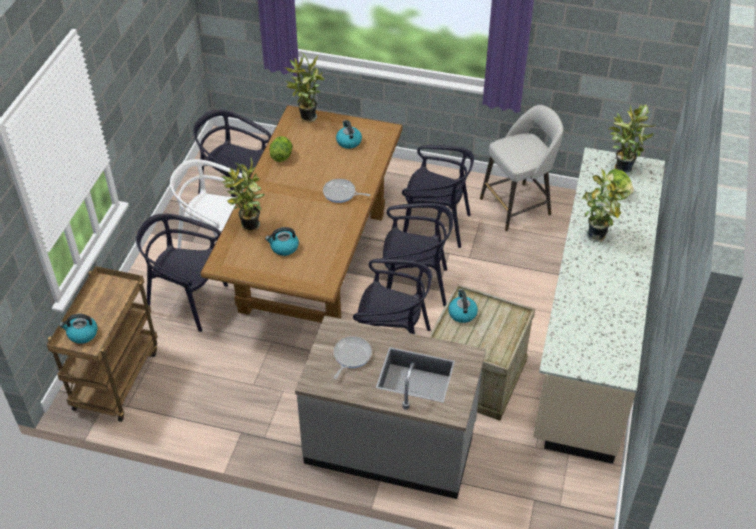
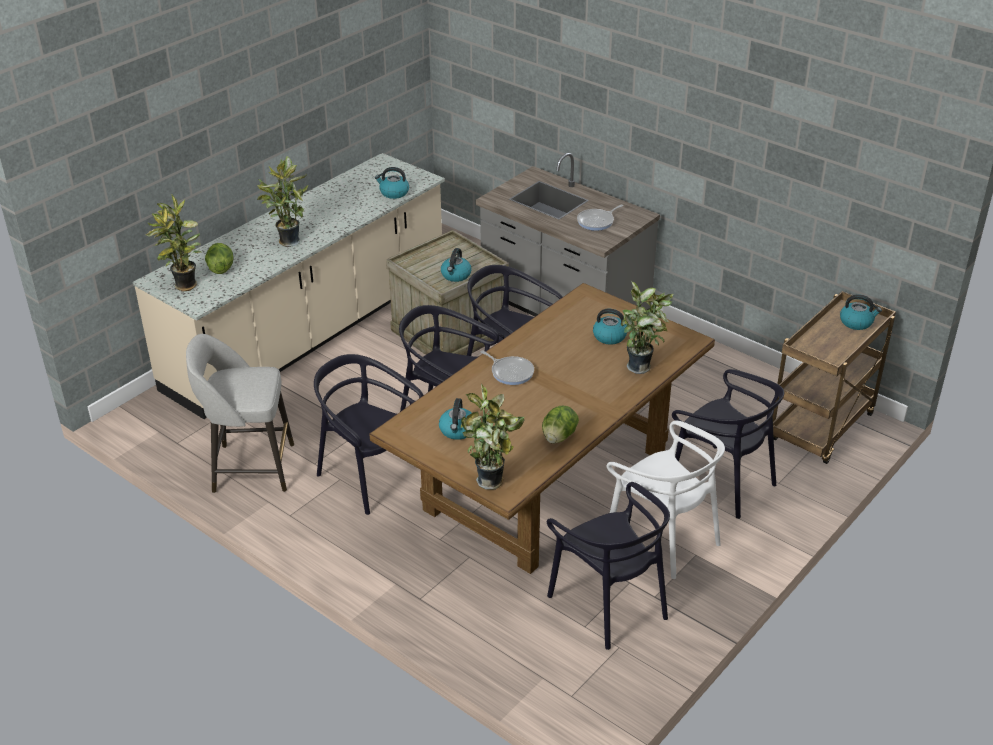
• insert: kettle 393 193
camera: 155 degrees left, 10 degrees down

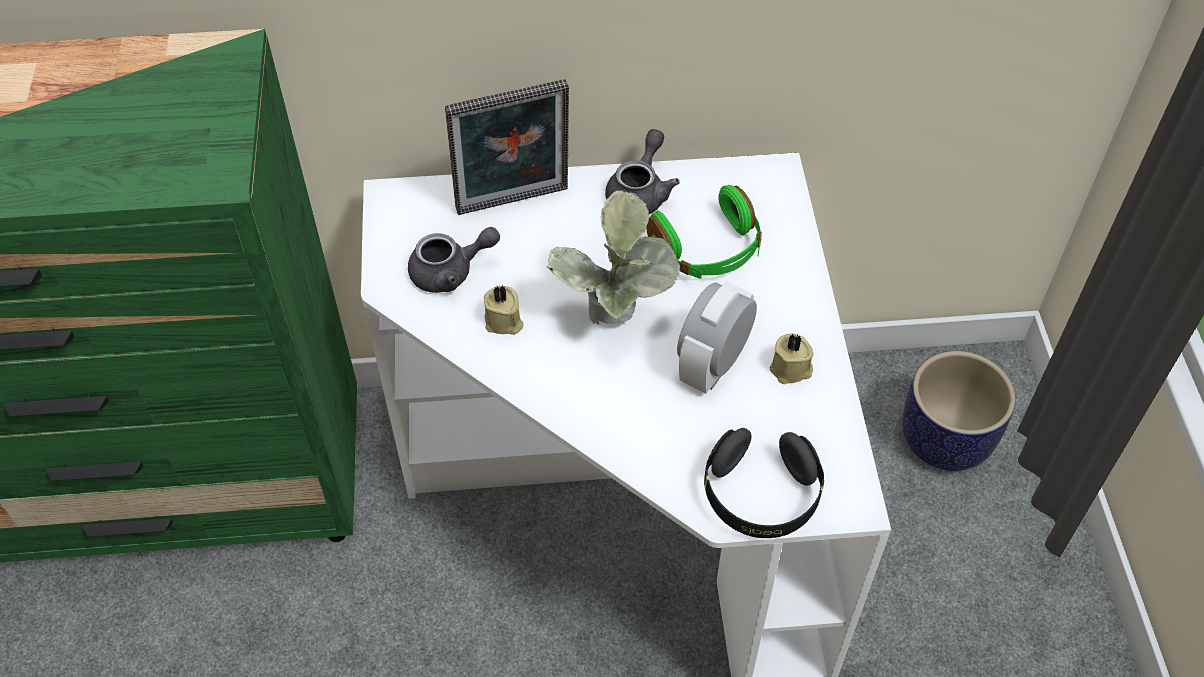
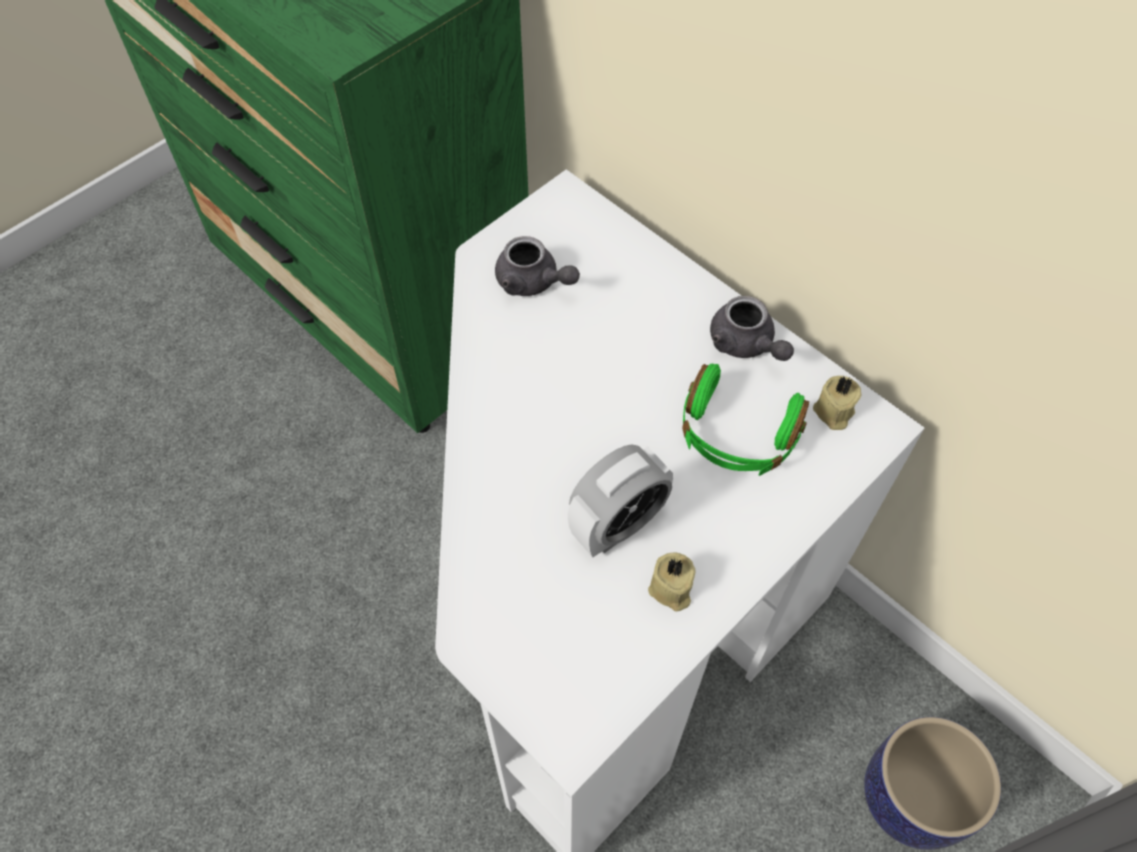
• delete: picture frame 514 204
• move: beige candle 504 322 to 833 412
• delete: potted plant 615 324
• rotate: grey teapot 640 192 = 745 345 75 degrees clockwise
• rotate: alarm clock 713 365 = 617 525 150 degrees clockwise
• delete: black headphones 761 496
camera: 50 degrees right, 5 degrees up

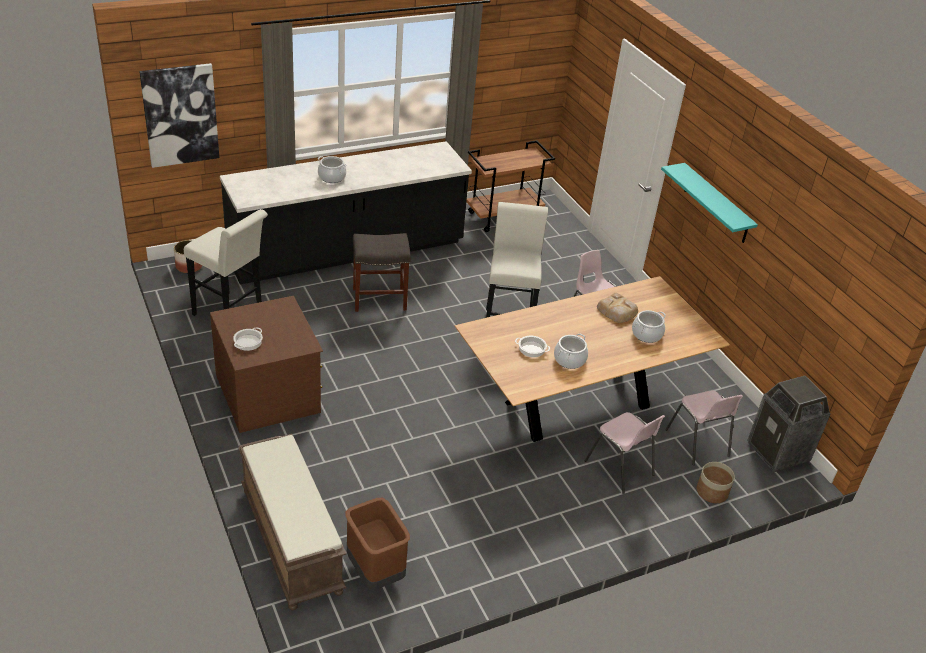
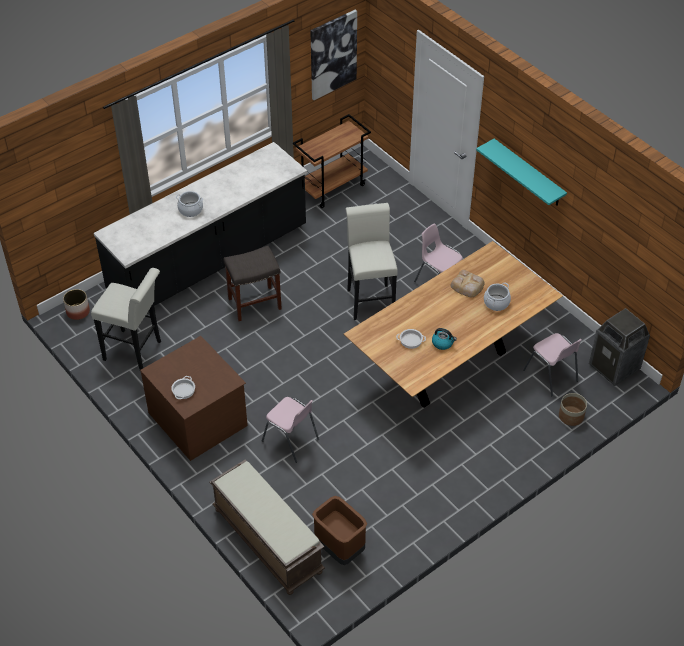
• move: picture 180 115 to 333 54
• replace: cooking pot 569 359 to kettle 443 343
• move: pink chair 620 468 to 291 440
camera: 10 degrees left, 10 degrees up

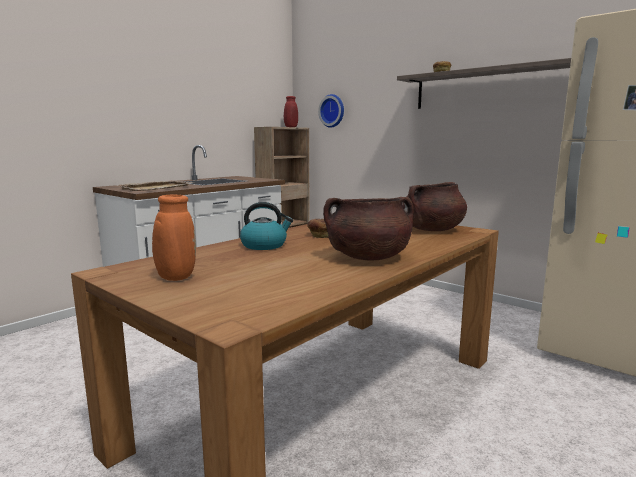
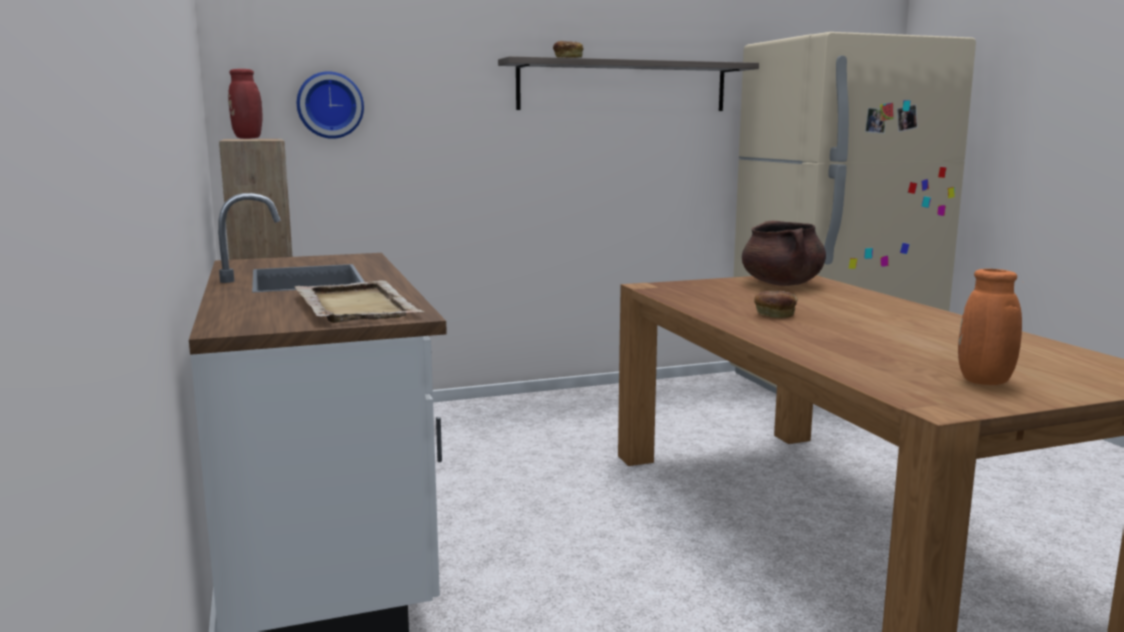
• delete: kettle 264 245
• delete: brown cooking pot 368 257
camera: 60 degrees left, 0 degrees up

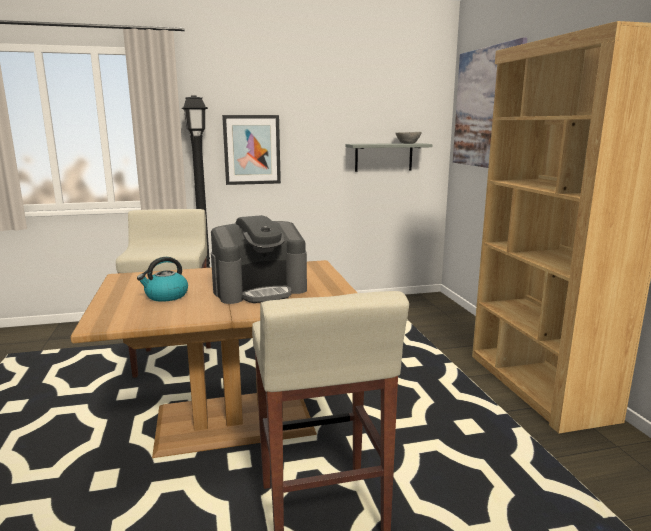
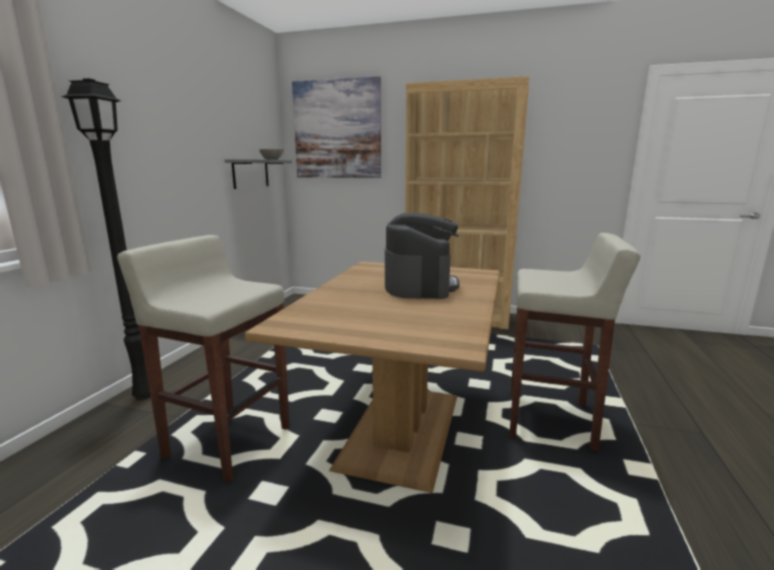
• delete: kettle 166 296
• delete: picture 252 150
camera: 60 degrees left, 0 degrees up

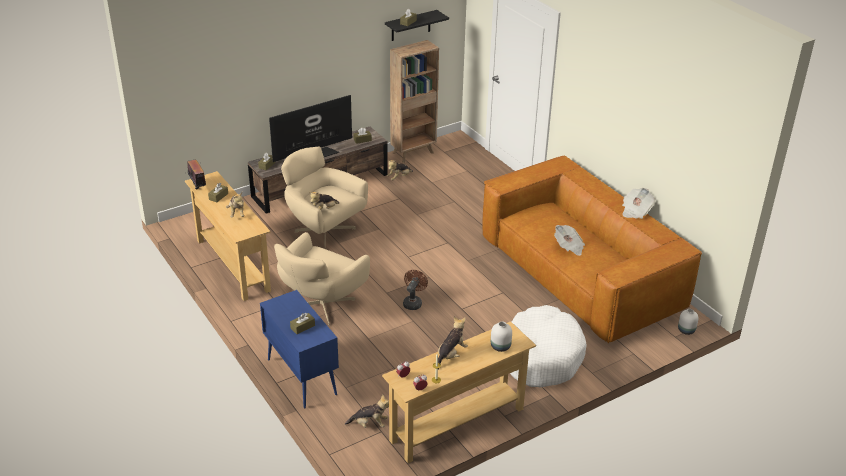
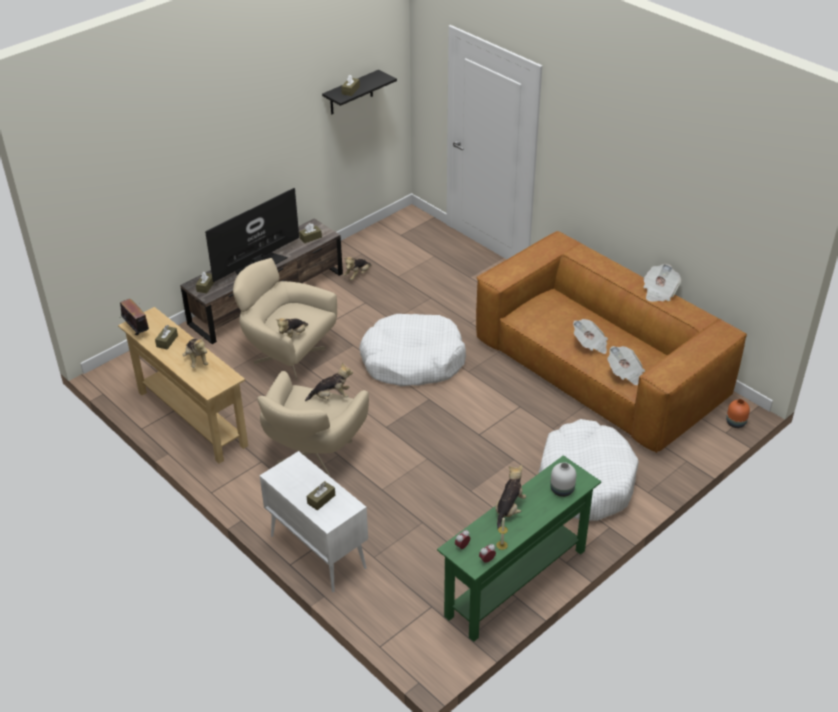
• recolor: blue cabinet 301 376 to white cabinet 317 551
• move: plush toy 369 424 to 331 397
• recolor: beige console table 457 425 to green console table 516 583
• delete: brown bookcase 414 153
• delete: brown fan 413 302
• recolor: white vase 686 330 to orange vase 736 423
• insert: white dog bed 412 361
• insert: newspaper 625 373
camera: 10 degrees left, 5 degrees up

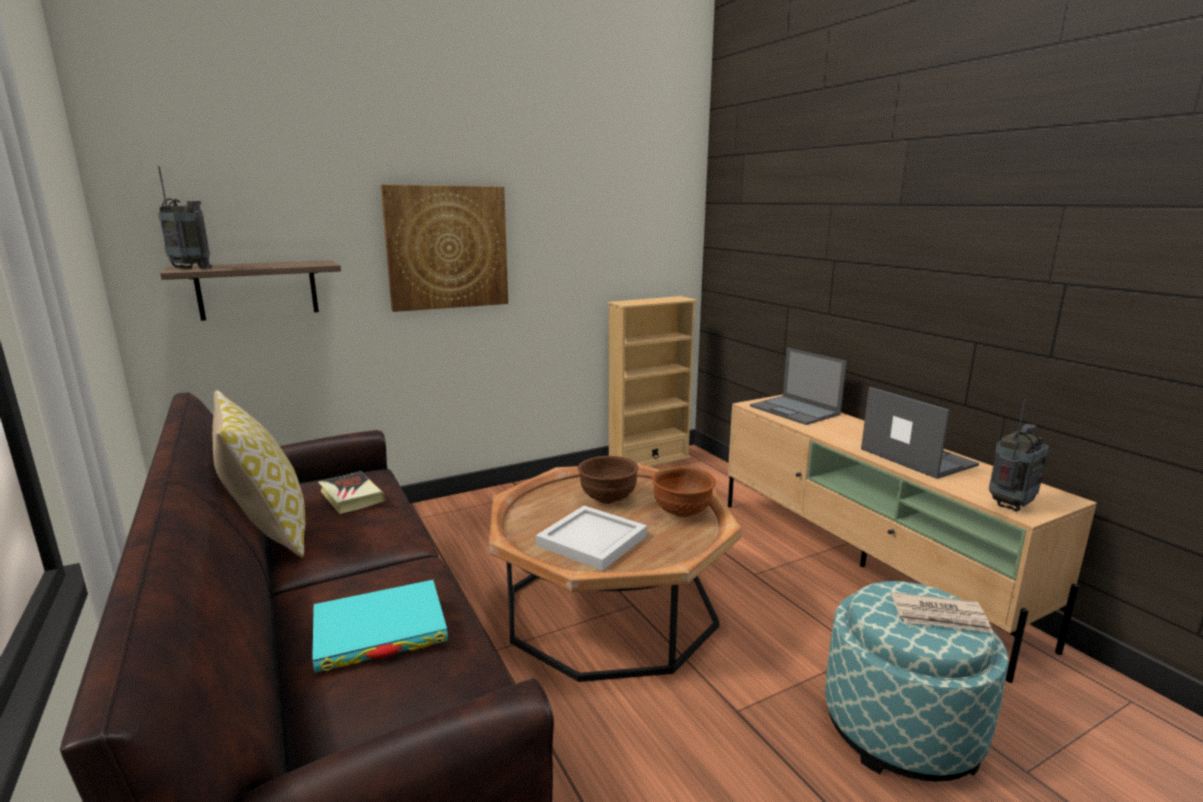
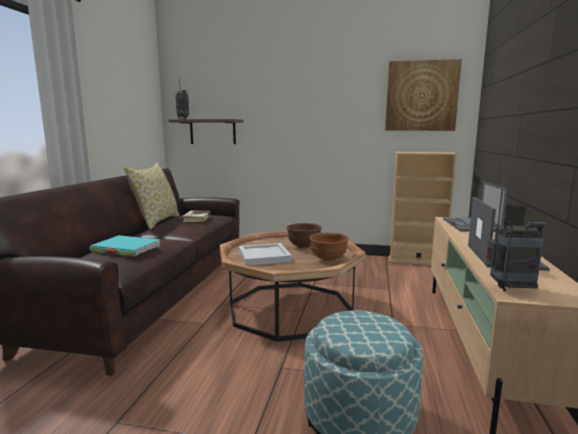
• move: picture 447 247 to 421 96
• delete: newspaper 940 616
camera: 40 degrees right, 5 degrees down

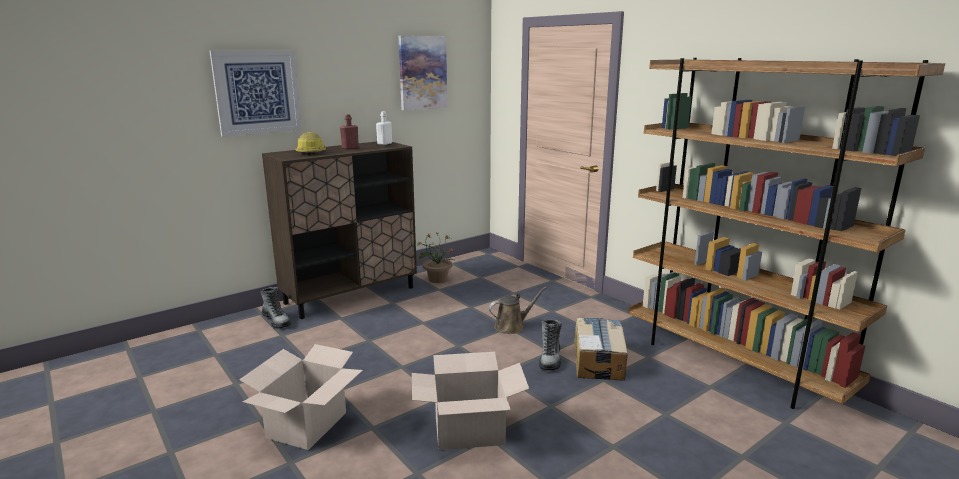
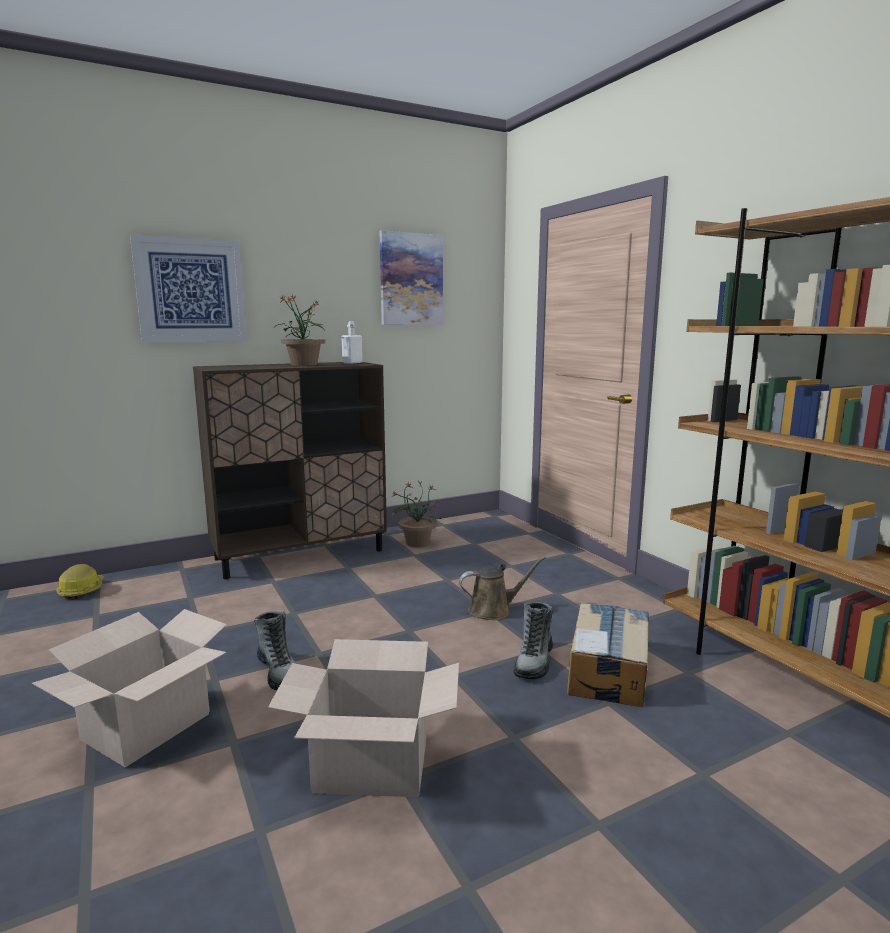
• move: boot 276 321 to 279 672
• move: hard hat 310 152 to 82 590
• replace: red bottle 350 148 to potted plant 304 364
camera: 10 degrees right, 5 degrees down

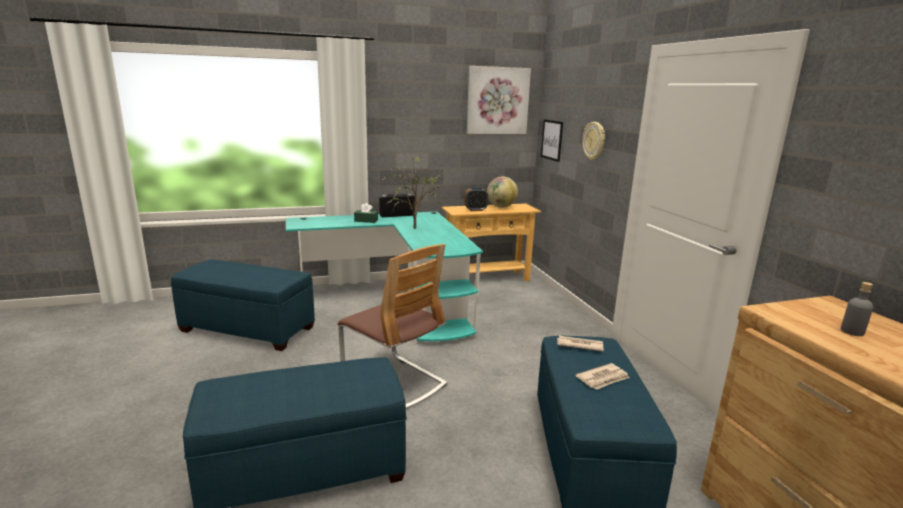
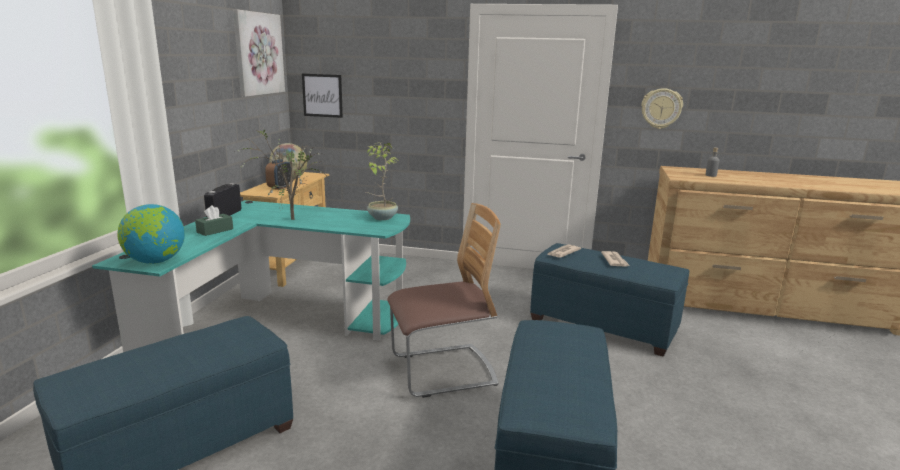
• move: wall clock 594 140 to 661 108
• insert: globe 155 261
• insert: potted plant 381 218
camera: 60 degrees left, 0 degrees up

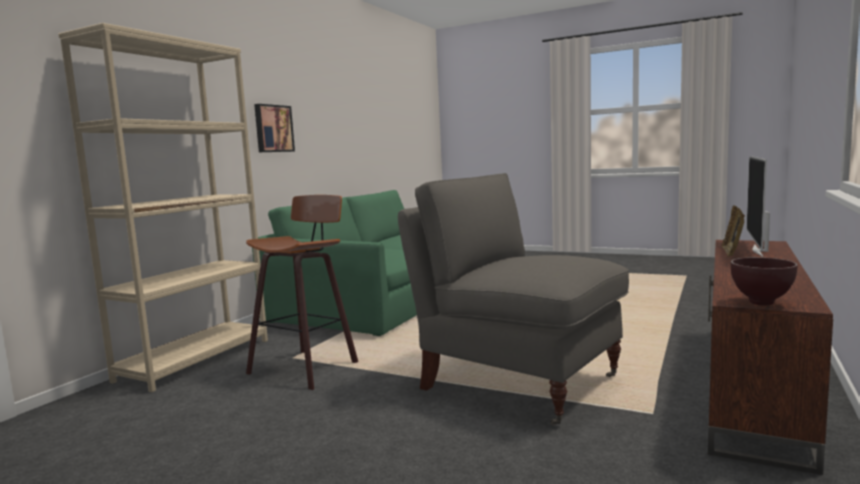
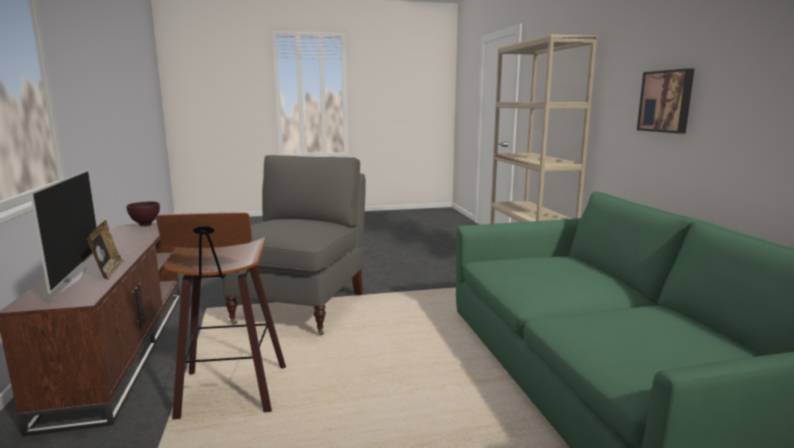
• move: stool 307 367 to 230 393
• rotate: grey armchair 517 382 = 302 307 75 degrees counterclockwise
camera: 140 degrees right, 5 degrees up

